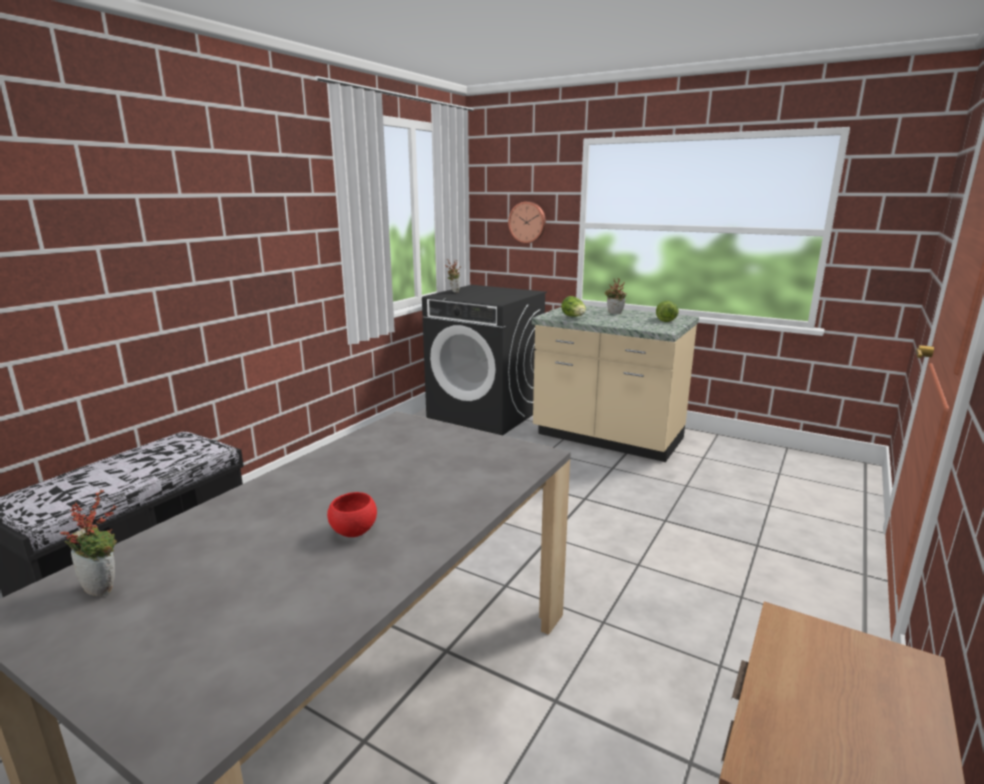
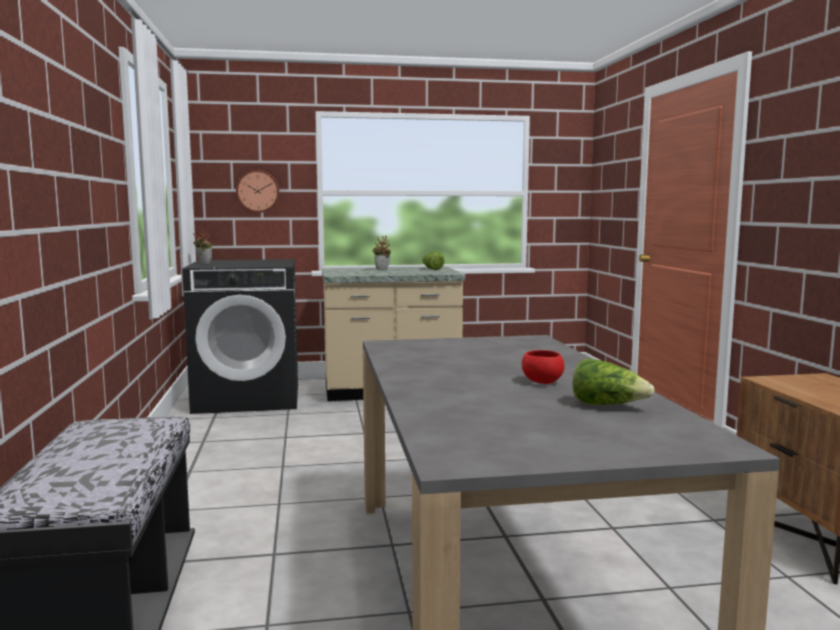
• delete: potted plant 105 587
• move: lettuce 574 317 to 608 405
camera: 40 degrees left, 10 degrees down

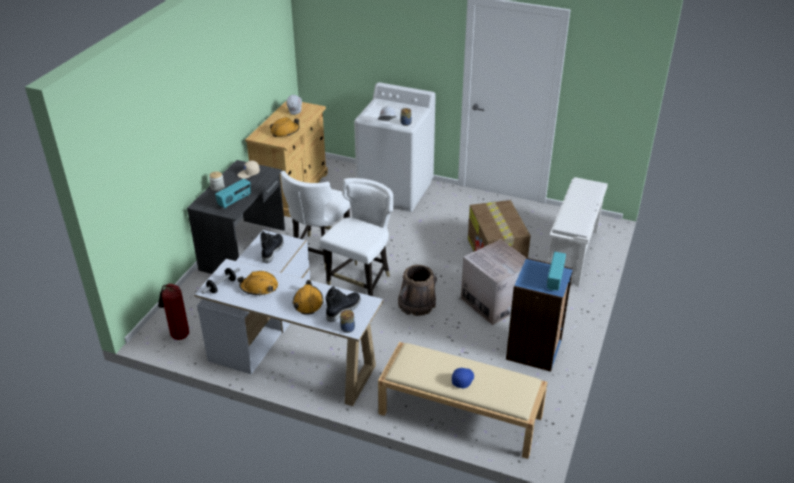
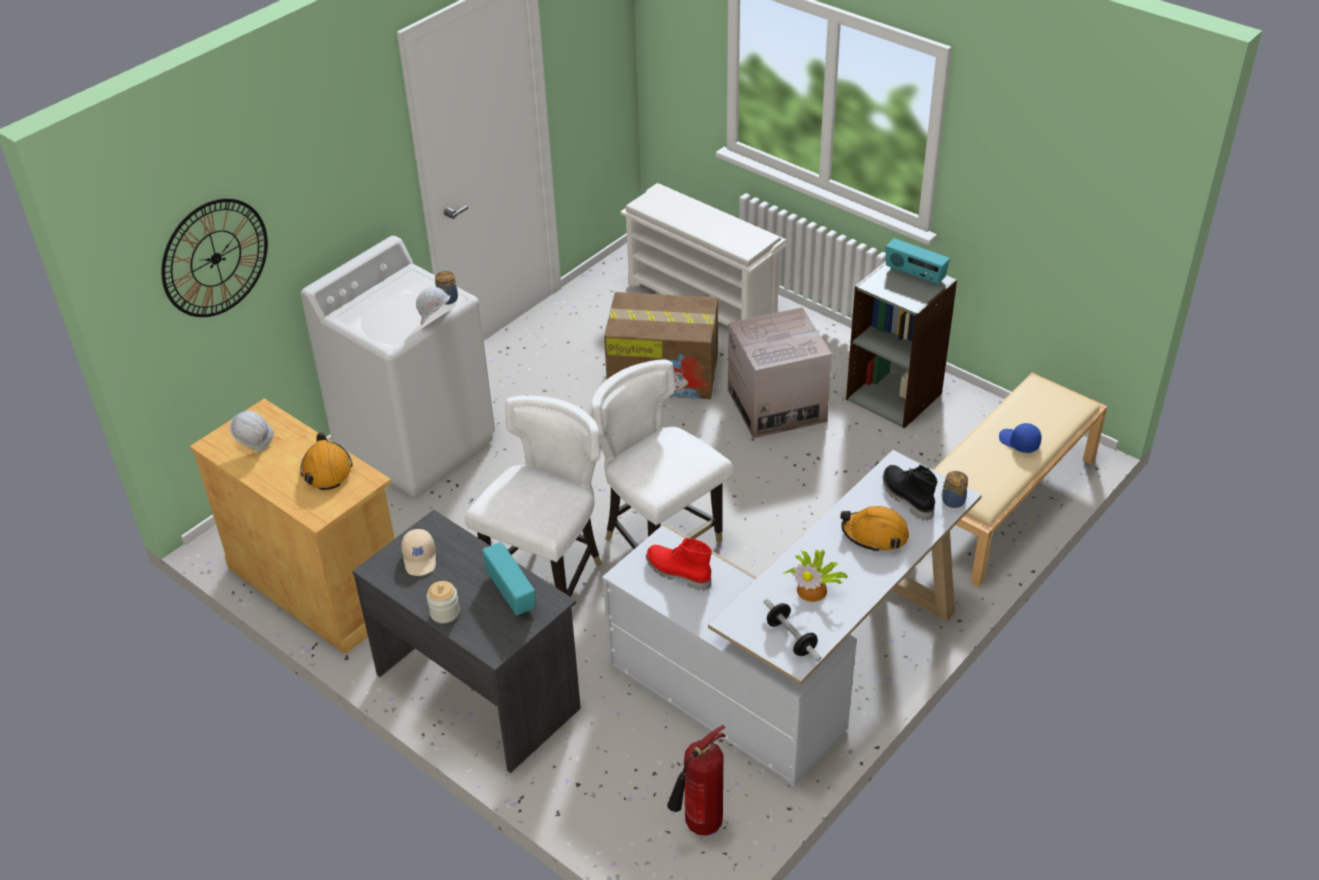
• replace: orange hard hat 259 287 to potted plant 813 589
• recolor: black boot 272 251 to red boot 677 573
• rotate: white chair 319 252 = 547 580 105 degrees counterclockwise
• delete: brown bucket 416 304
• recolor: blue bookcase 534 350 to grey bookcase 894 396
• insert: wall clock 215 258
camera: 70 degrees left, 5 degrees up

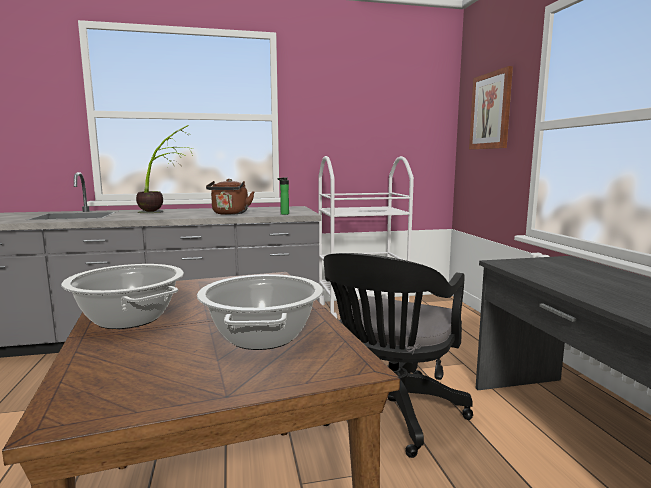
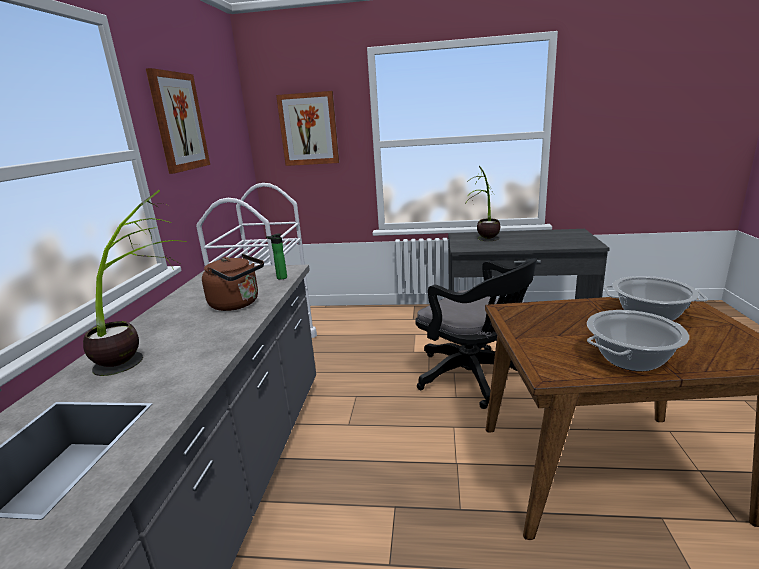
• insert: picture 179 122
• insert: potted plant 484 241
camera: 70 degrees left, 10 degrees up

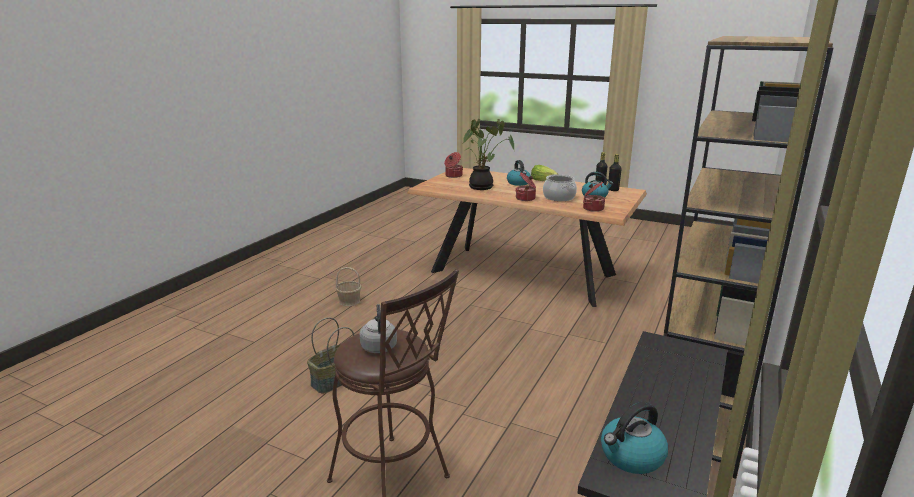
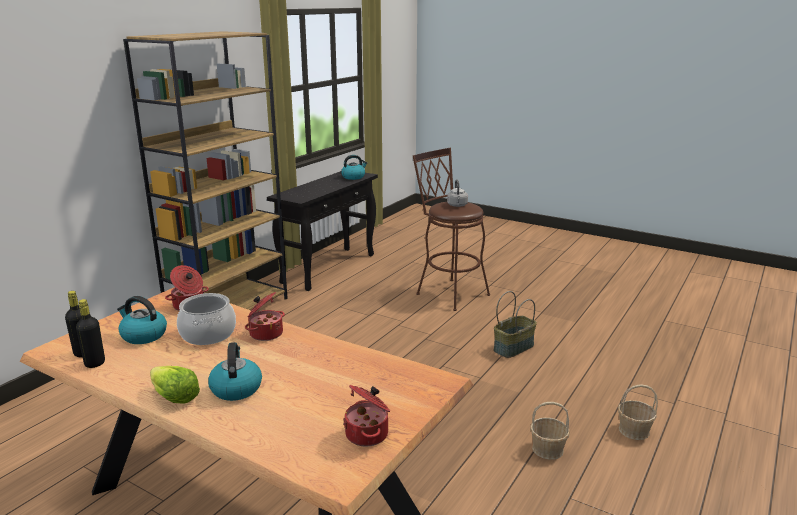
• delete: potted plant 483 187
• insert: basket 633 430
camera: 175 degrees left, 0 degrees up

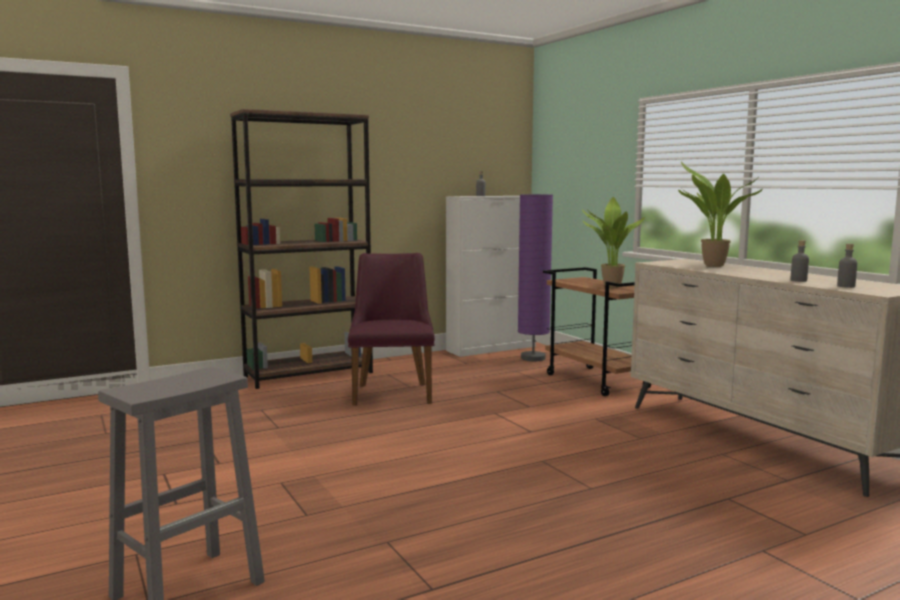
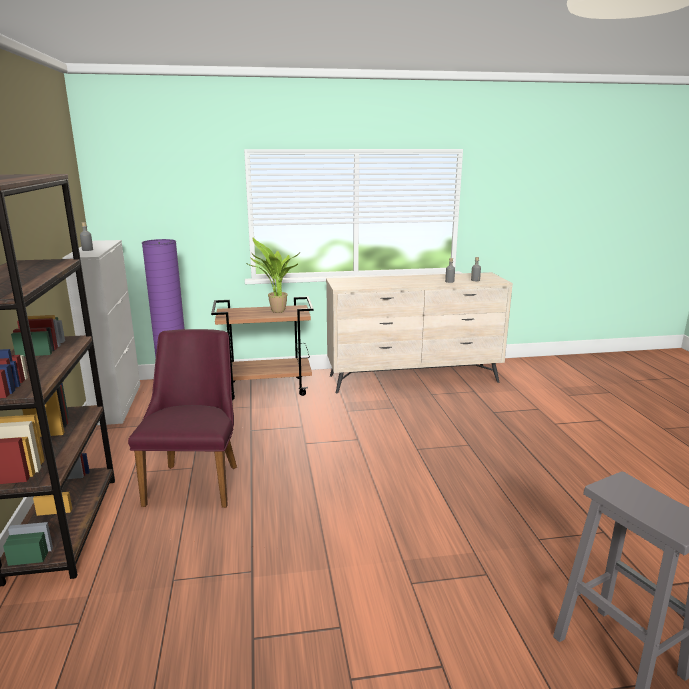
• rotate: purple chair 392 391 = 197 479 75 degrees clockwise
• delete: potted plant 711 266
camera: 70 degrees left, 10 degrees up

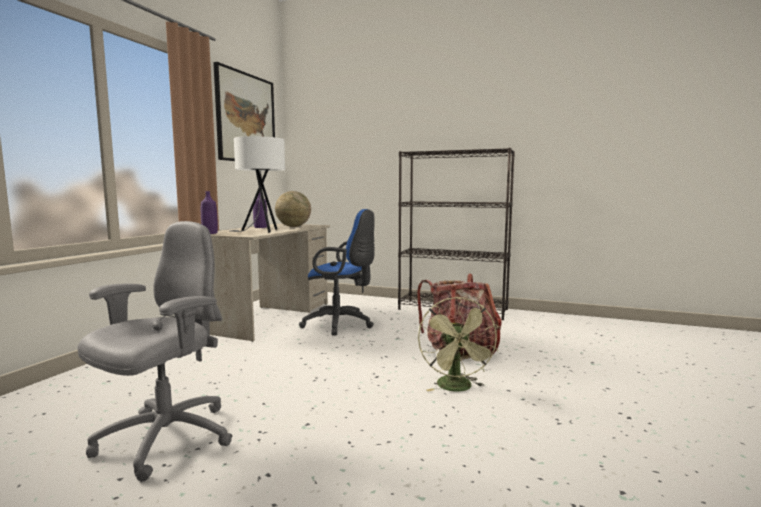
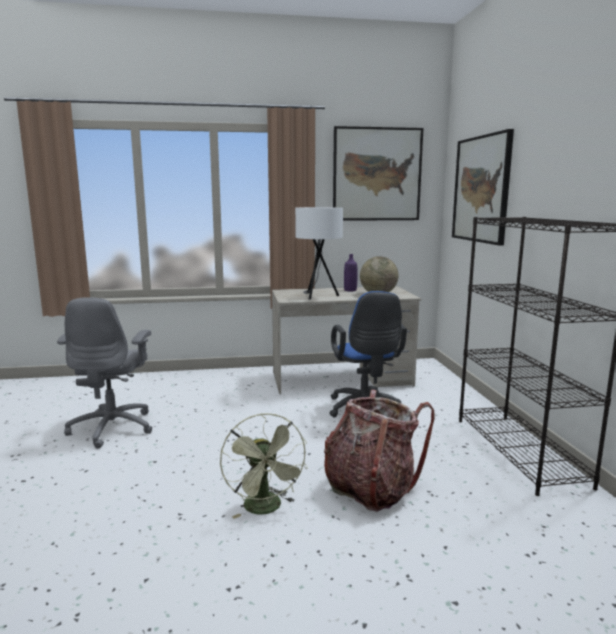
• rotate: grey office chair 164 440 = 113 427 90 degrees clockwise
• delete: purple bottle 210 233
• rotate: green fan 457 388 = 266 509 75 degrees counterclockwise
• insert: picture 481 189
camera: 60 degrees right, 5 degrees up

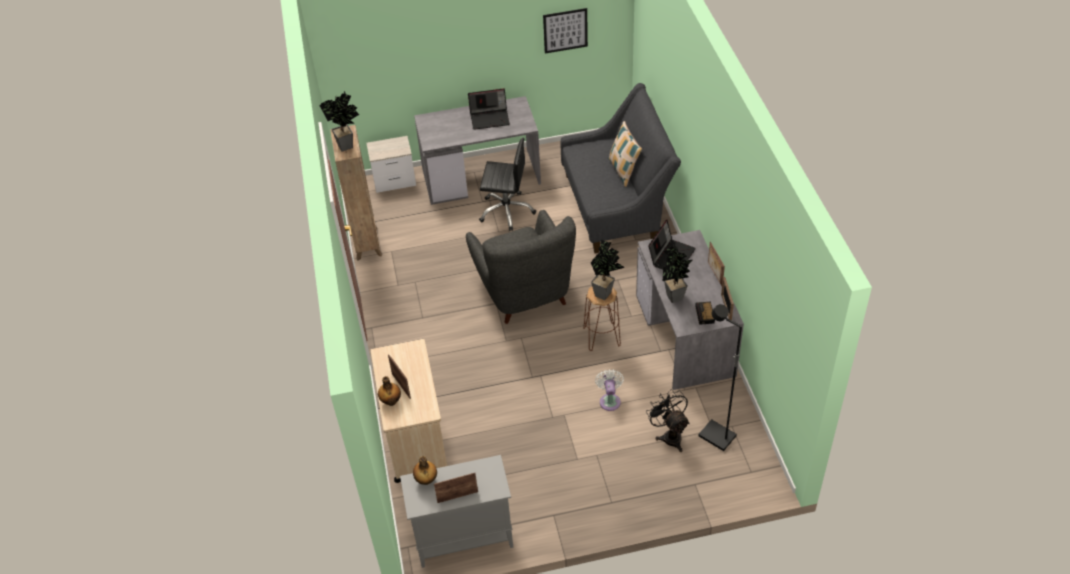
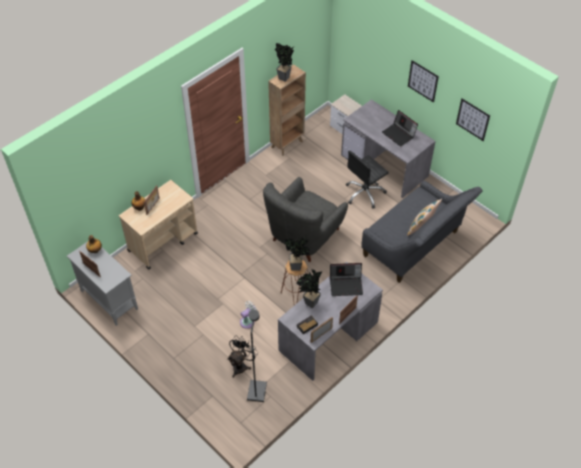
• rotate: black office chair 507 211 = 364 193 75 degrees clockwise
• insert: picture 423 81
camera: 55 degrees right, 5 degrees up

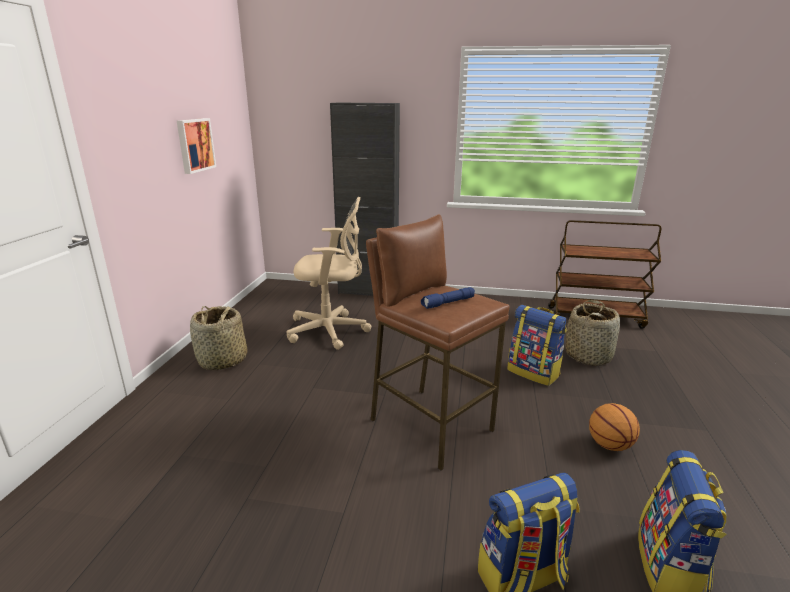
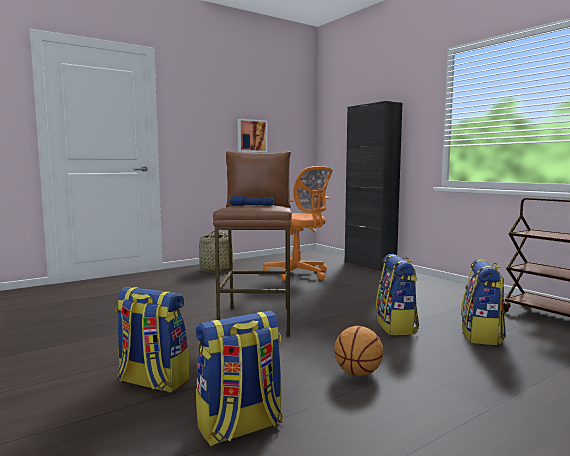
• recolor: beige office chair 331 331 to orange office chair 299 274
• replace: basket 588 355 to backpack 482 335
camera: 45 degrees right, 15 degrees down

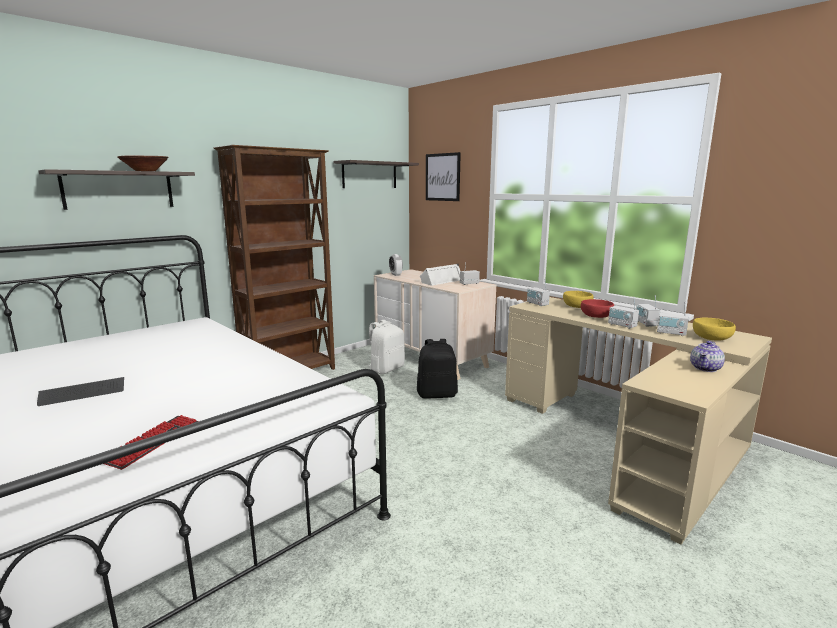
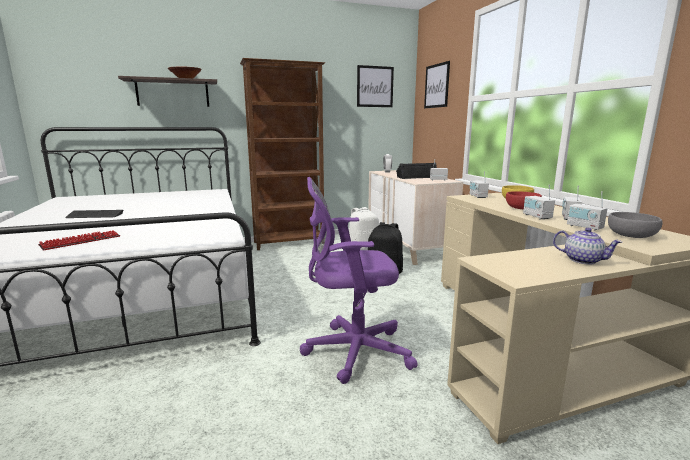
• replace: shelf 369 175 to picture 375 86
• recolor: white speaker 441 281 to black speaker 416 177
• rotate: teapot 705 368 = 583 260 120 degrees counterclockwise
• recolor: yellow bowl 711 338 to grey bowl 630 235
• insert: purple office chair 352 351
camera: 25 degrees right, 0 degrees up

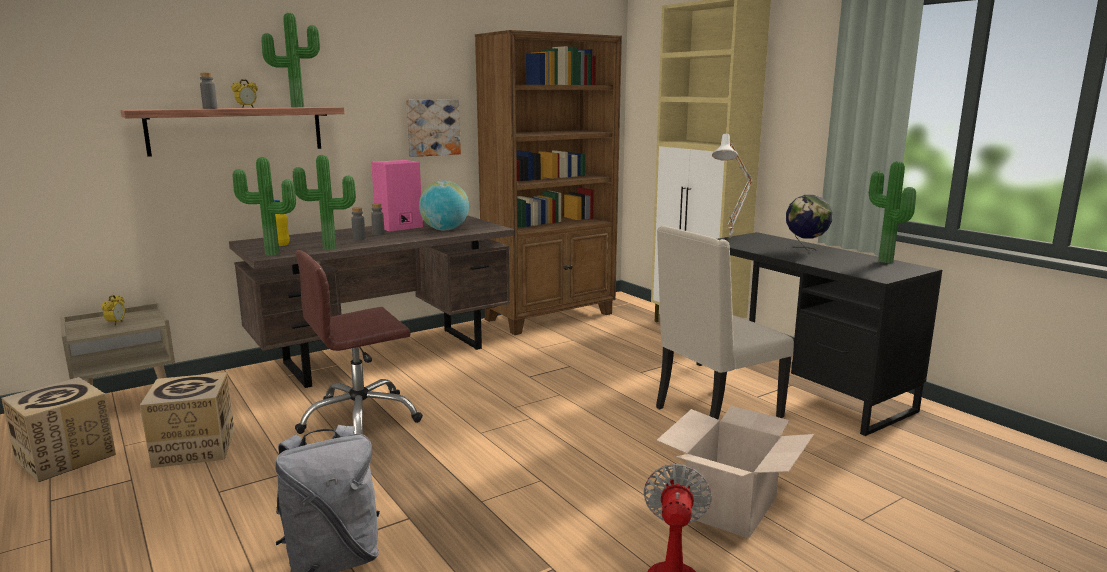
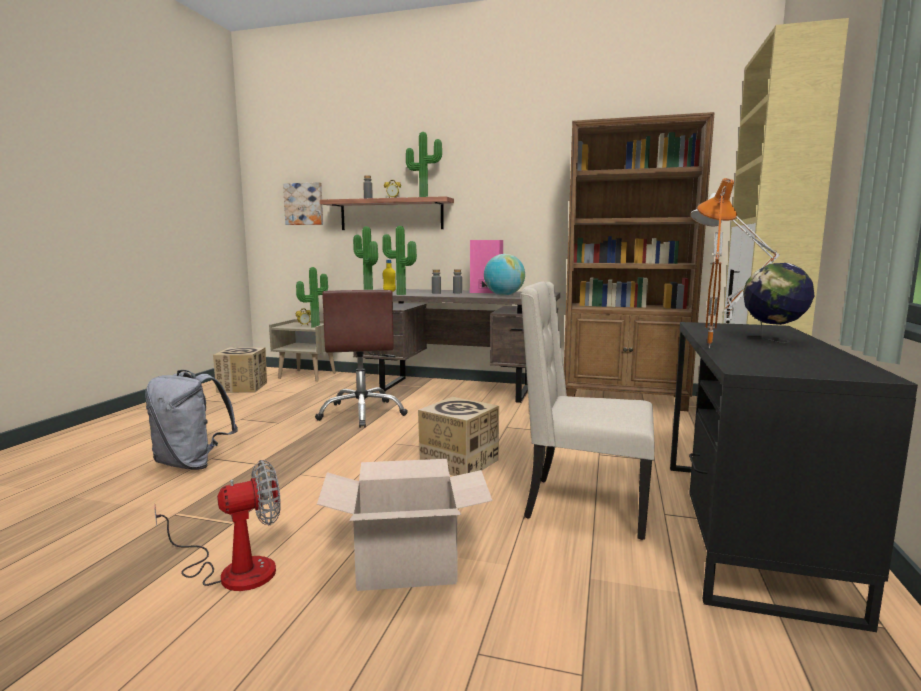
• move: cardboard box 194 448 to 459 462
• rotate: brown office chair 360 419 = 362 413 120 degrees counterclockwise
• move: picture 432 127 to 304 204
• move: potted plant 883 261 to 314 326
• insert: orange table lamp 705 347
camera: 50 degrees right, 5 degrees down

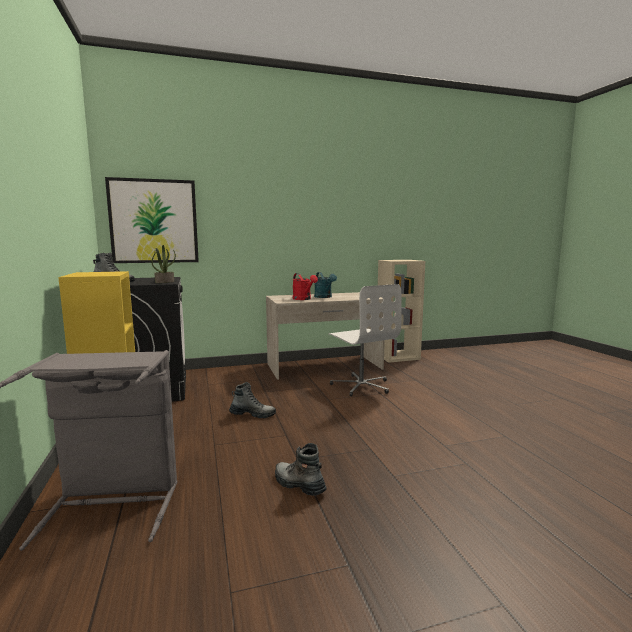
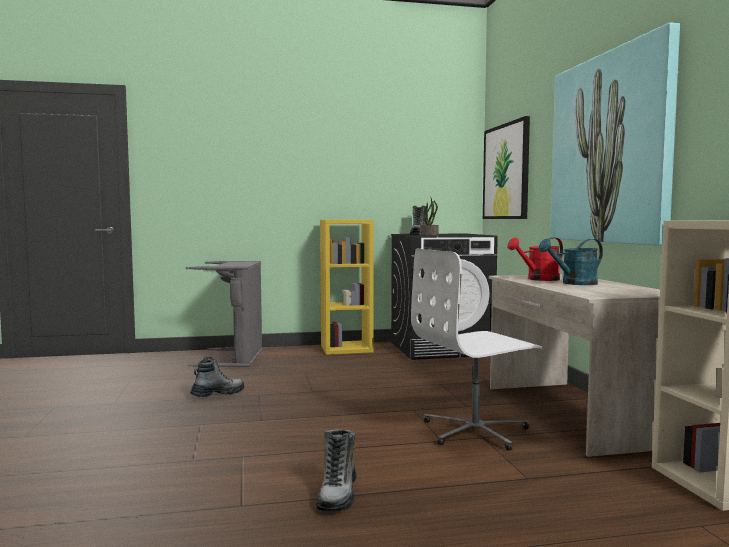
• move: boot 252 414 to 338 494
• insert: picture 610 149
camera: 95 degrees right, 5 degrees down

